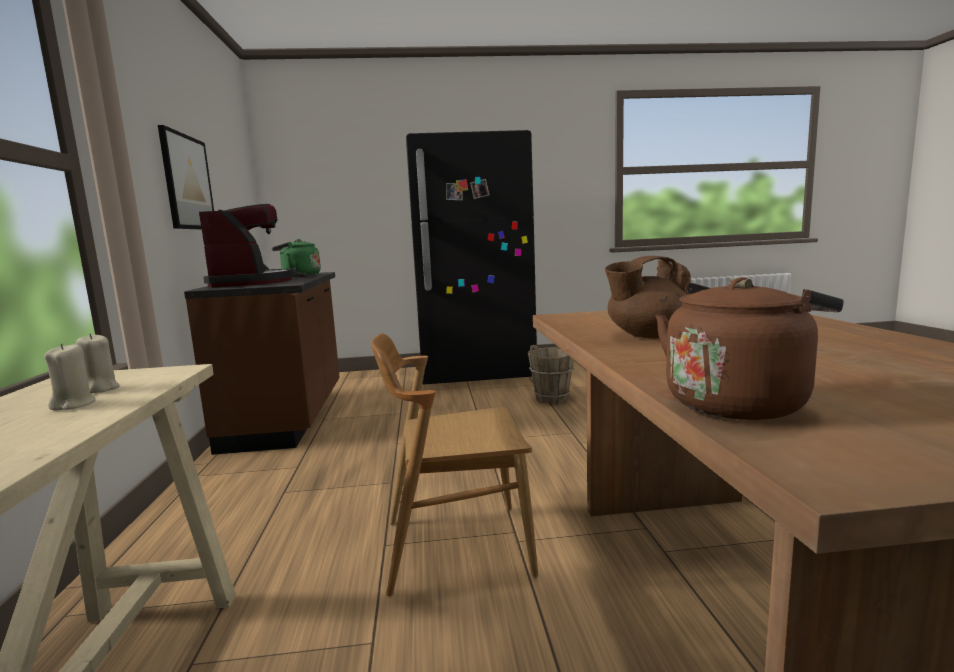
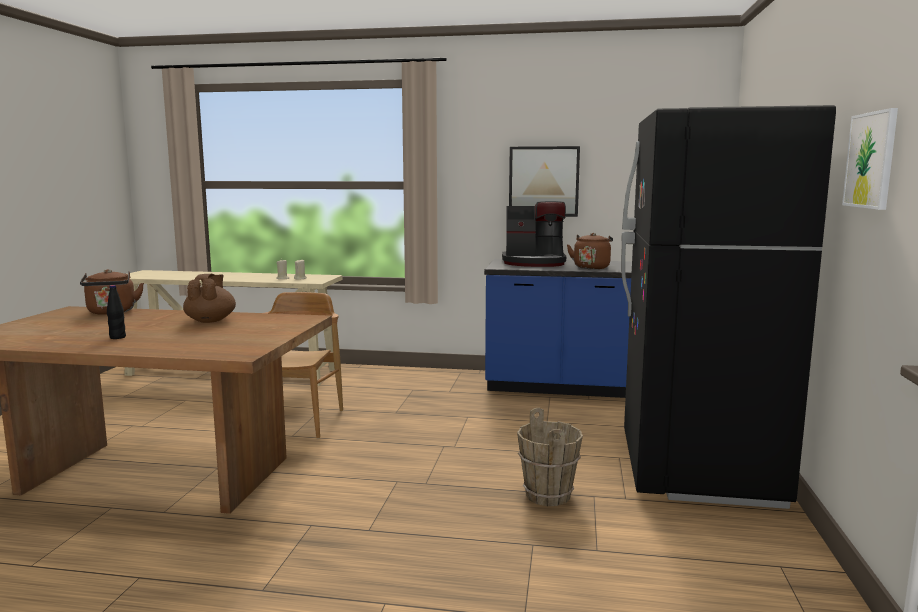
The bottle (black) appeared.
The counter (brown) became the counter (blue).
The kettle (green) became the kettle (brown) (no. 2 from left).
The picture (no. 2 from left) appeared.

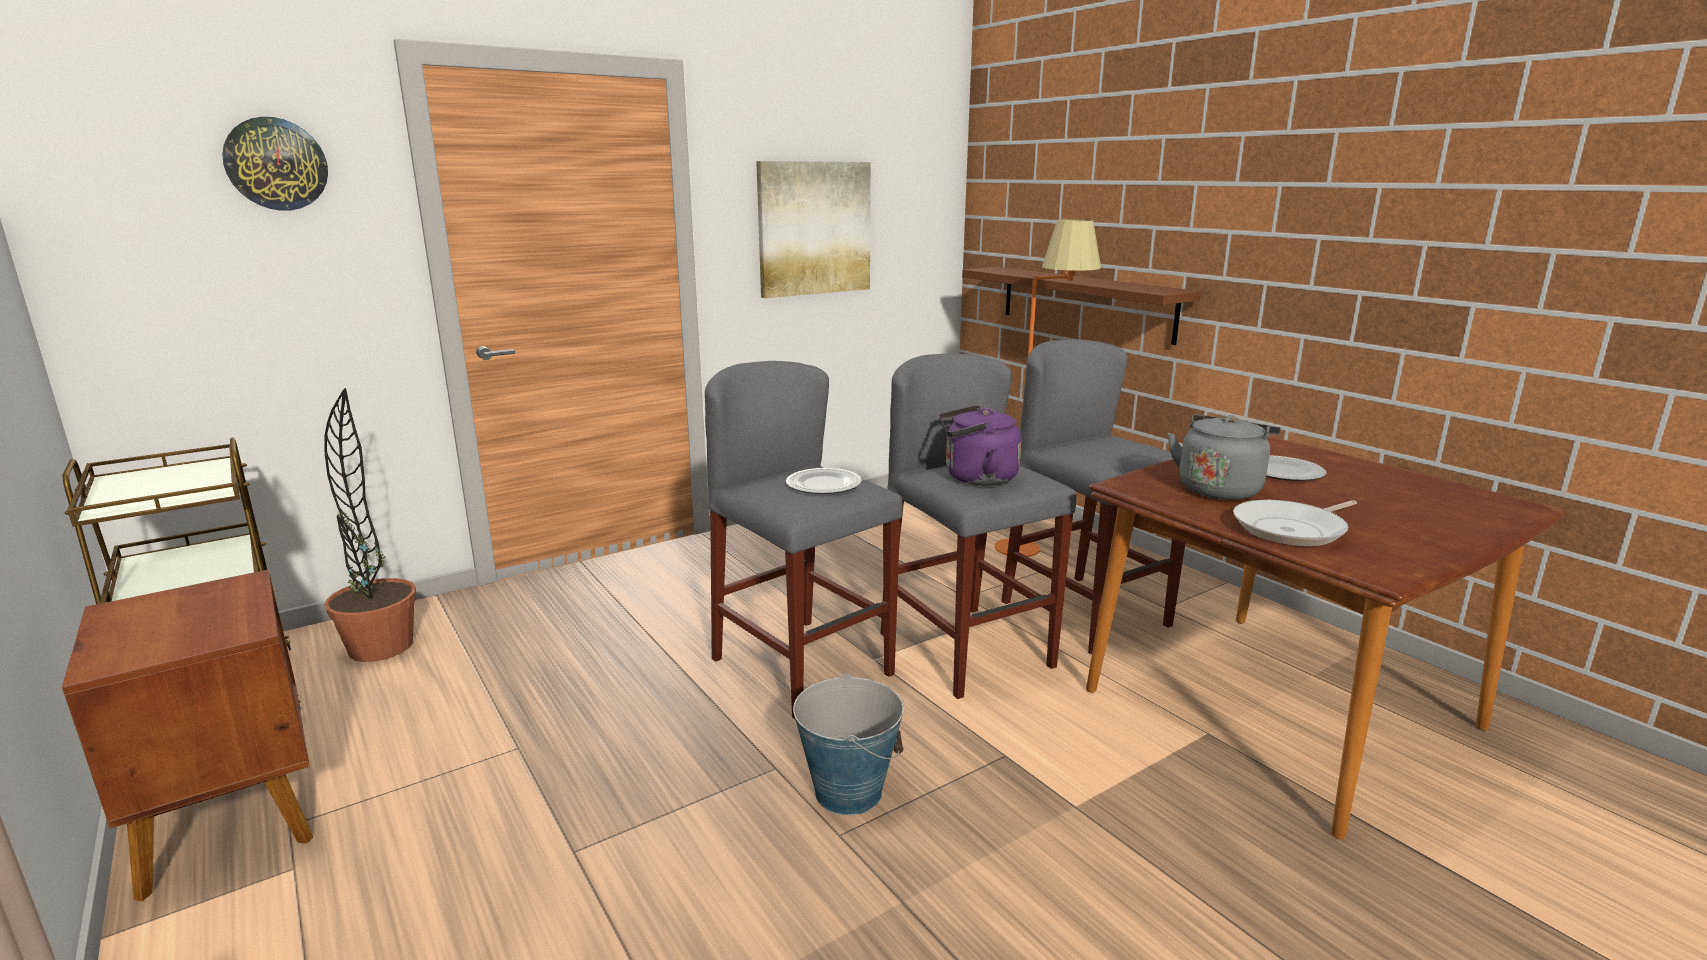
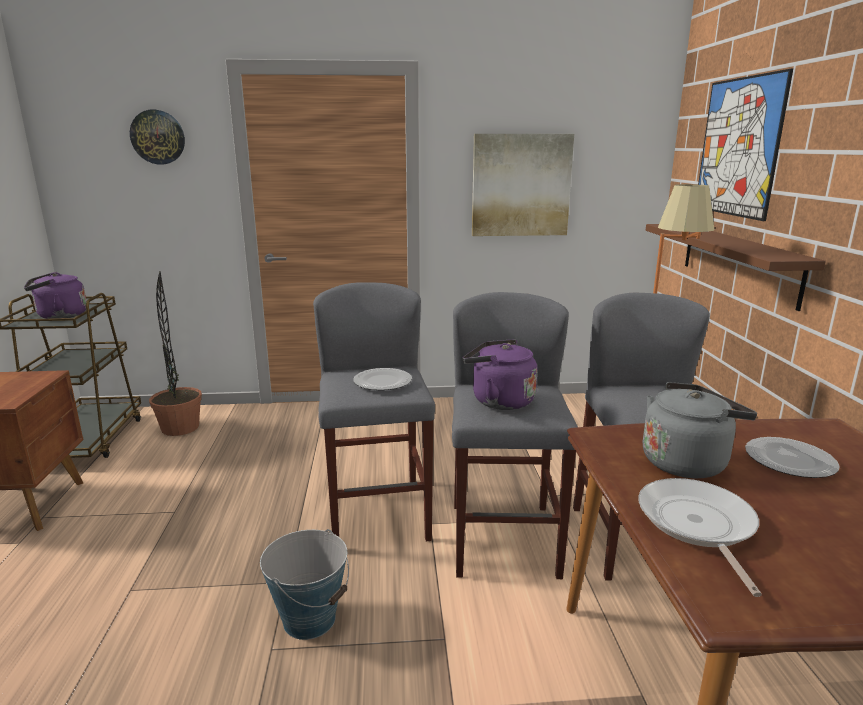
The kettle (purple) (no. 1 from left) appeared.
The frying pan turned 90 degrees clockwise.
The picture (no. 2 from left) appeared.

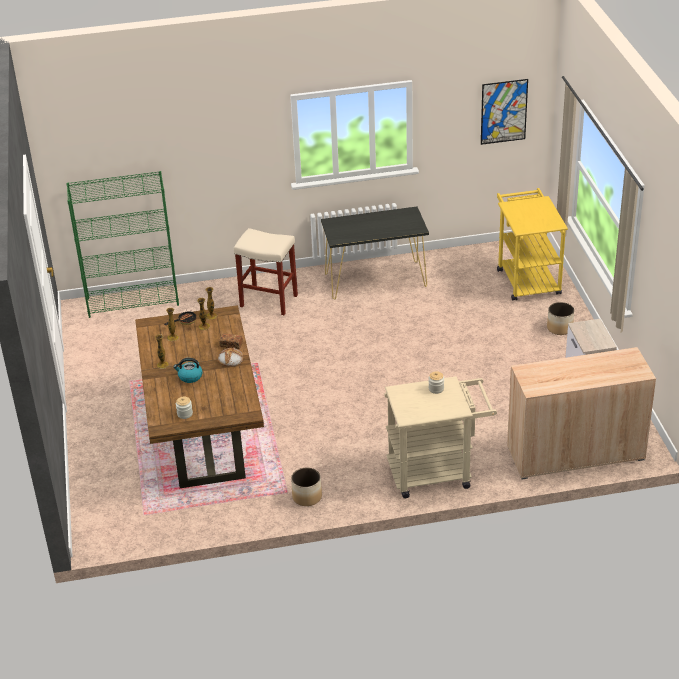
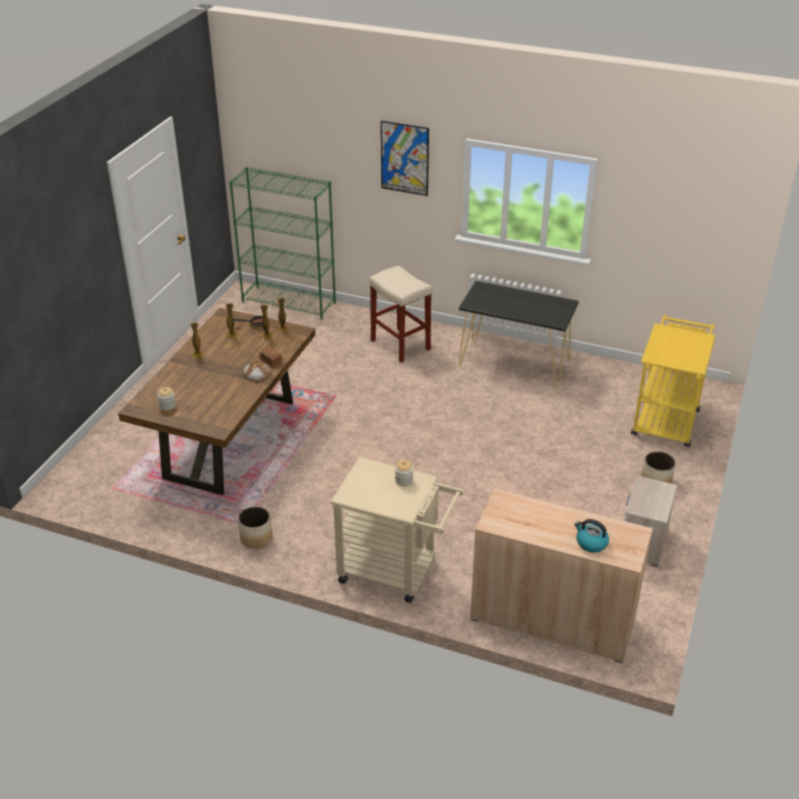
The picture moved.
The kettle moved.

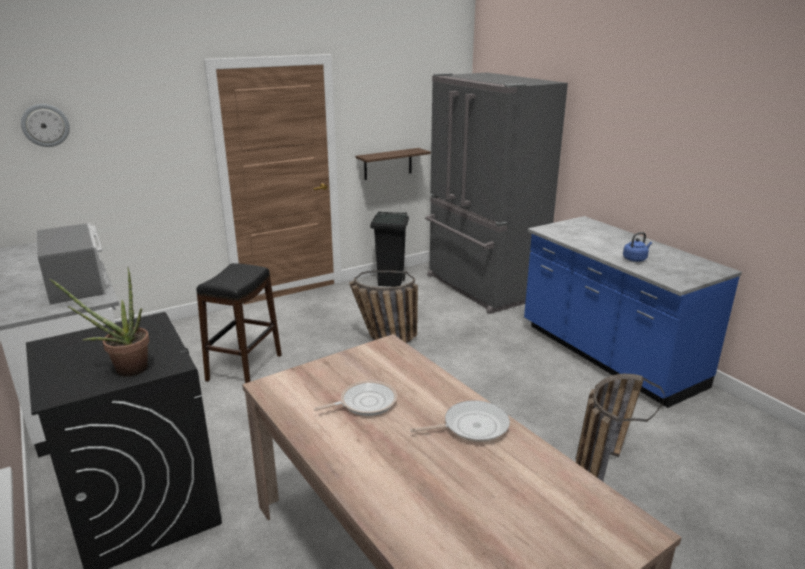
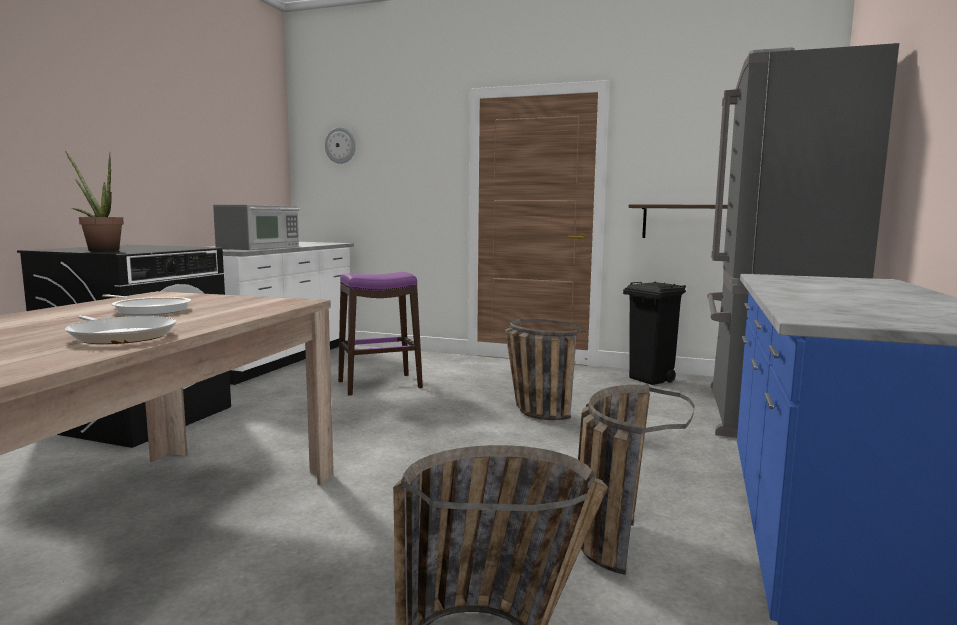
The stool (black) became the stool (purple).
The basket (no. 3 from left) appeared.
The kettle (blue) disappeared.

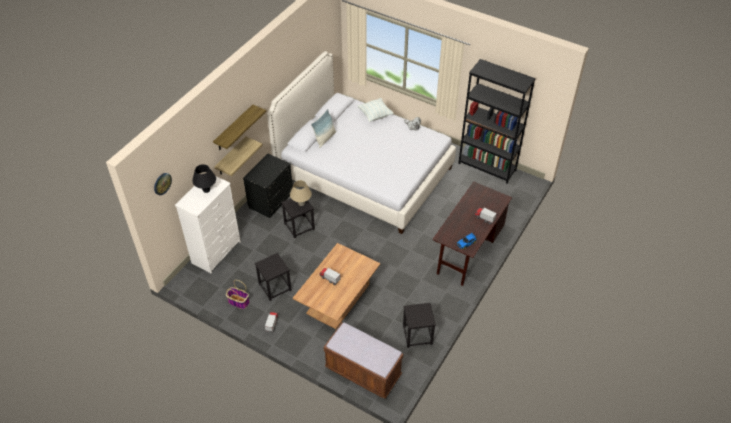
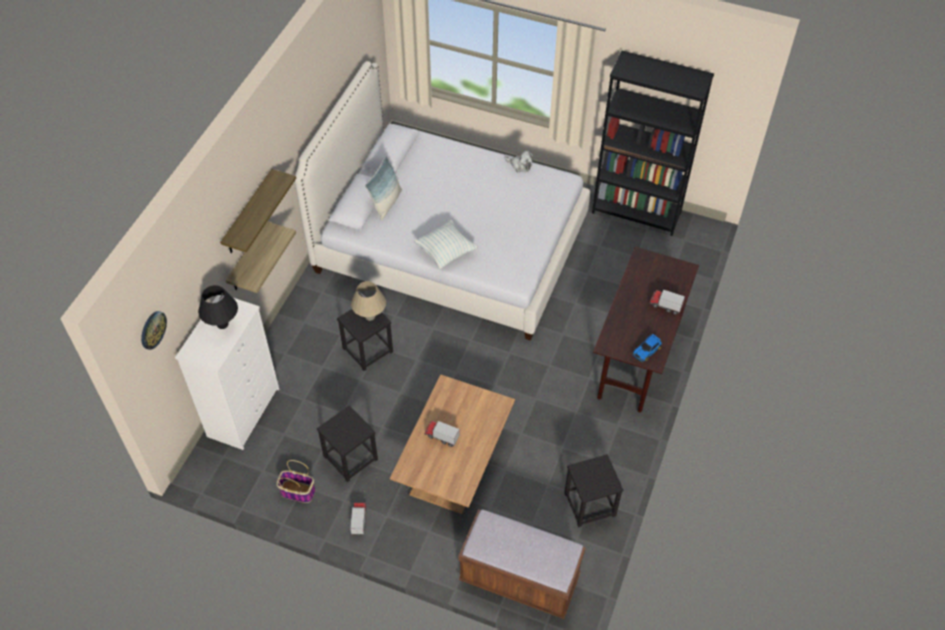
The pillow (no. 2 from left) moved.
The nightstand (black) disappeared.

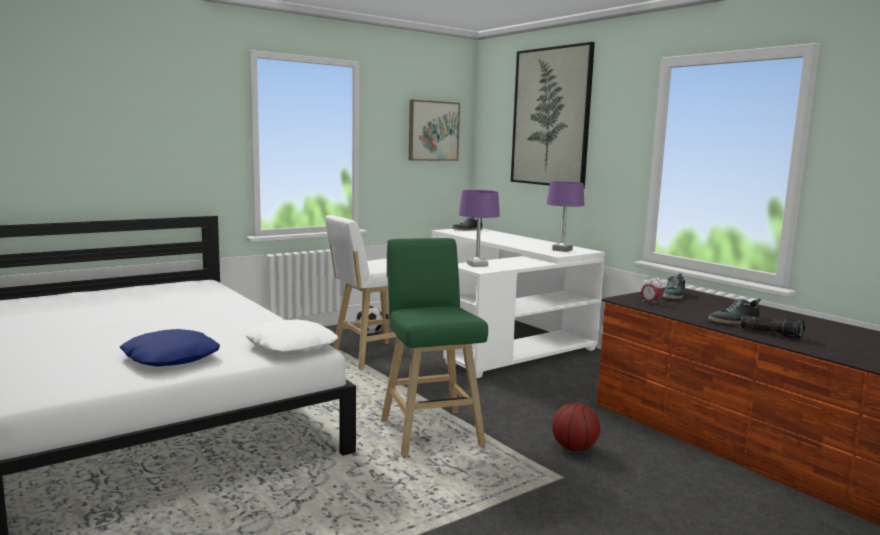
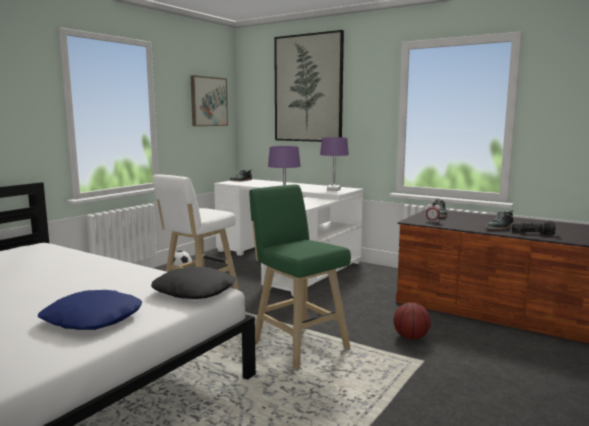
The pillow (white) became the pillow (black).

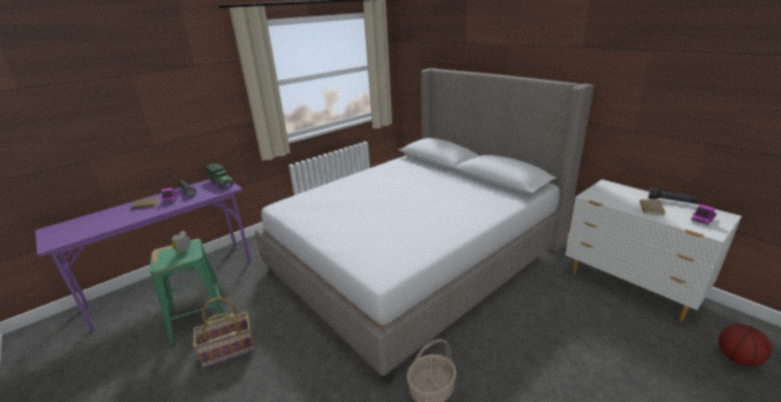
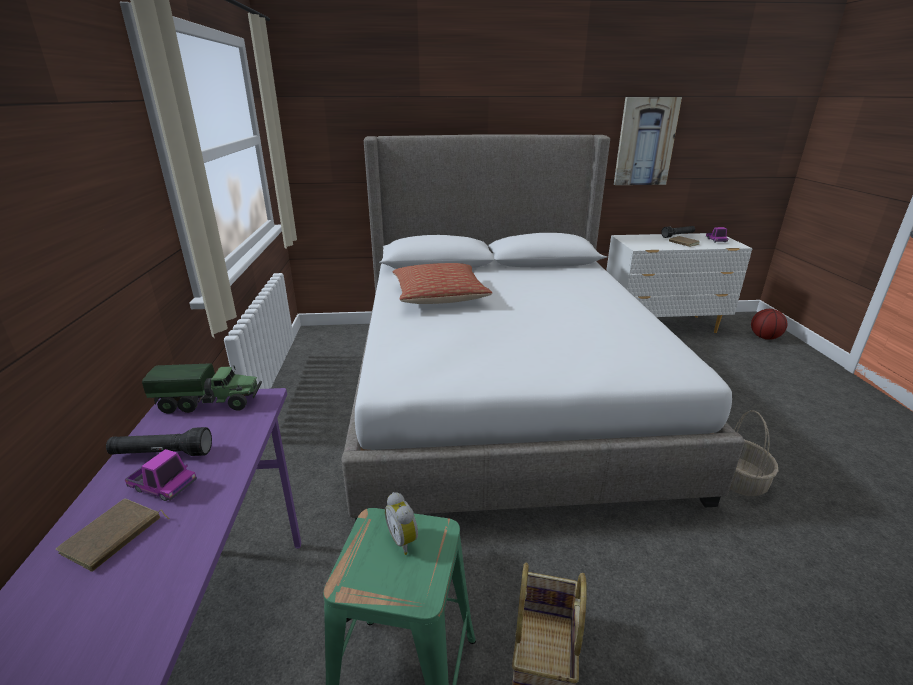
The pillow appeared.
The picture appeared.

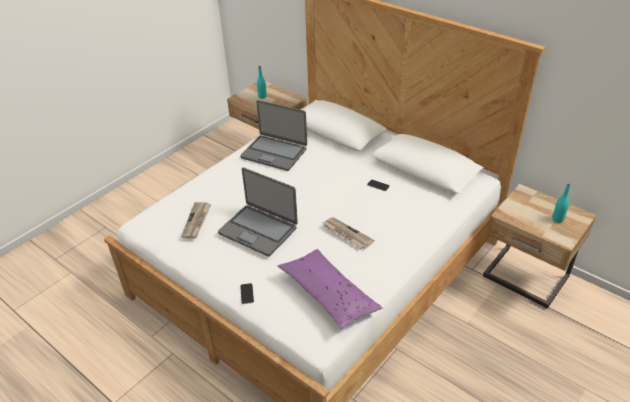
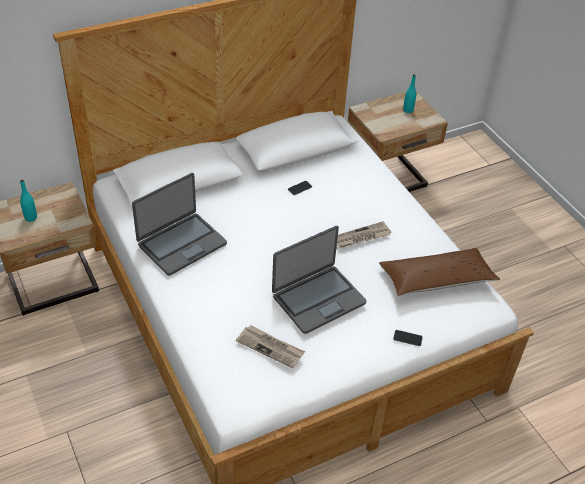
The pillow (purple) became the pillow (brown).

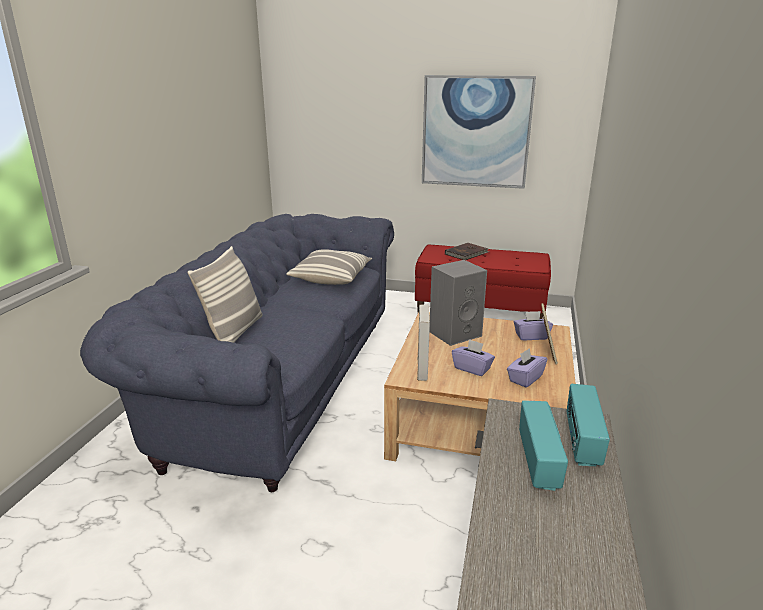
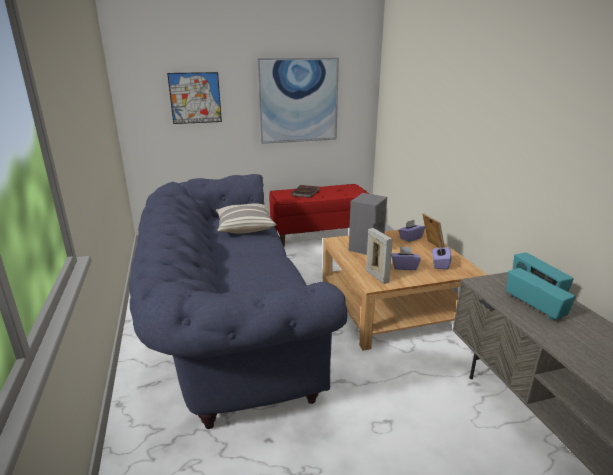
The picture (no. 1 from left) appeared.
The pillow (no. 1 from left) disappeared.

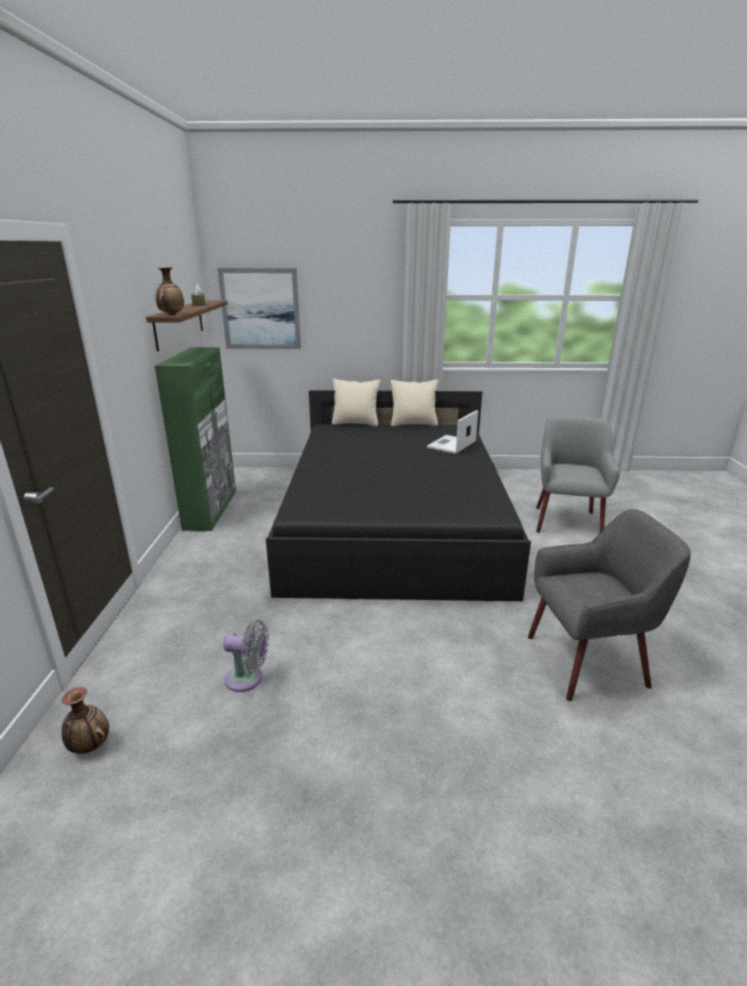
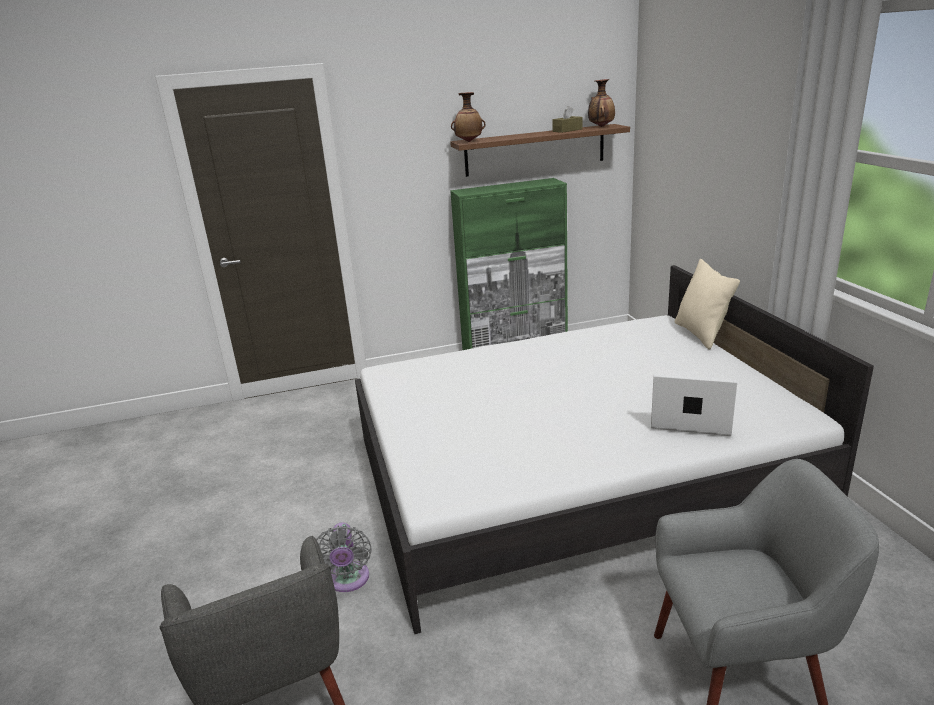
The fan (grey) moved.
The bed (black) became the bed (white).
The vase (no. 1 from left in the first image) moved.
The picture disappeared.
The pillow (beige) (no. 2 from left) disappeared.

